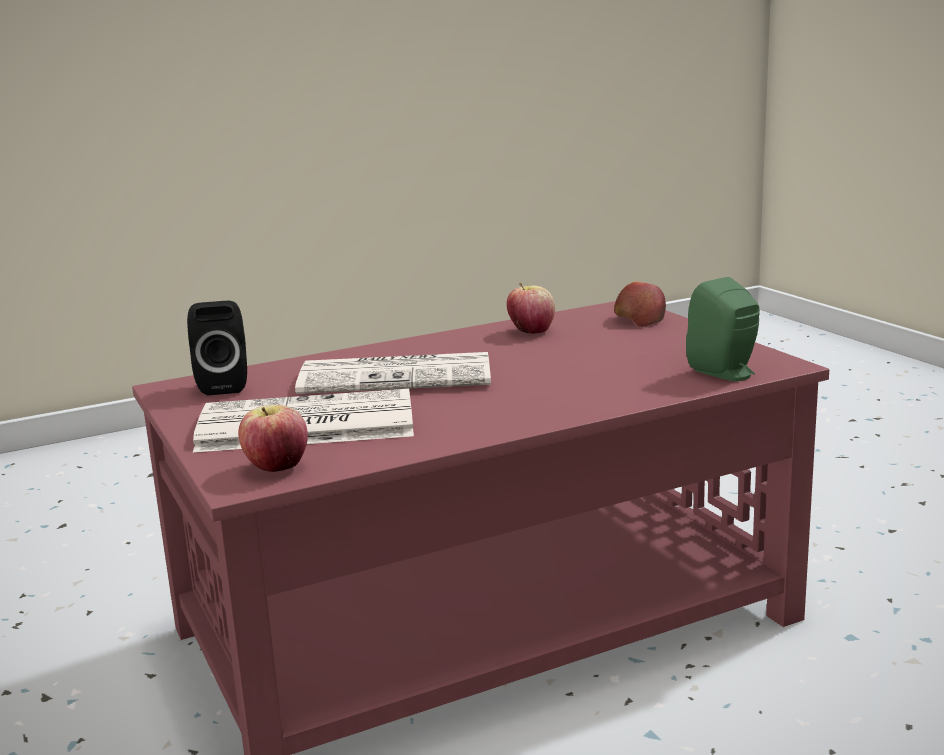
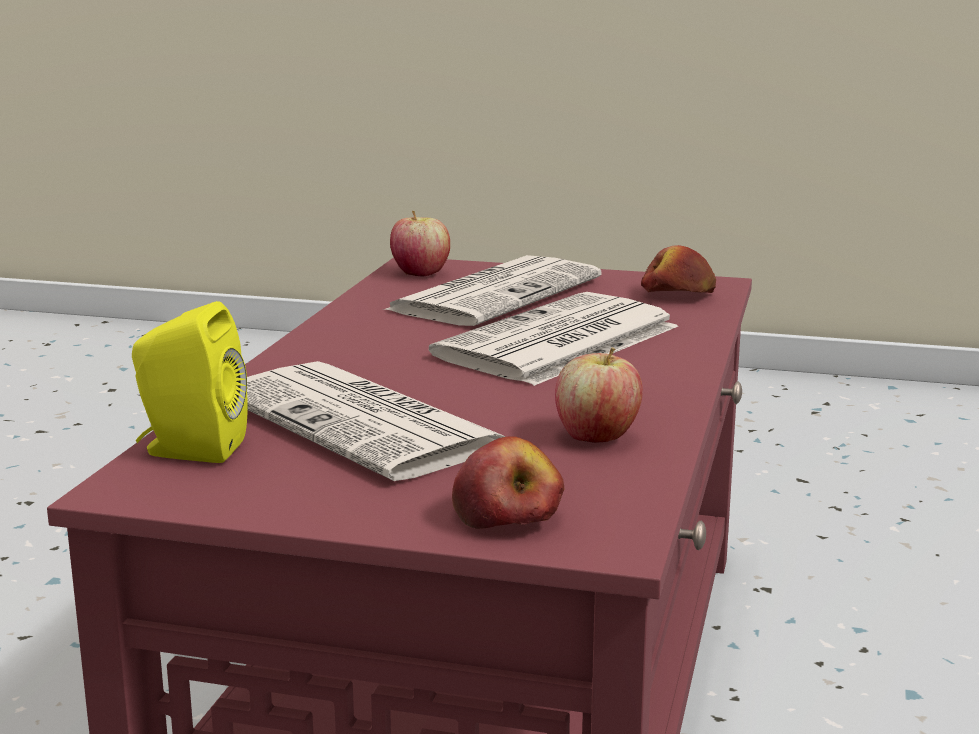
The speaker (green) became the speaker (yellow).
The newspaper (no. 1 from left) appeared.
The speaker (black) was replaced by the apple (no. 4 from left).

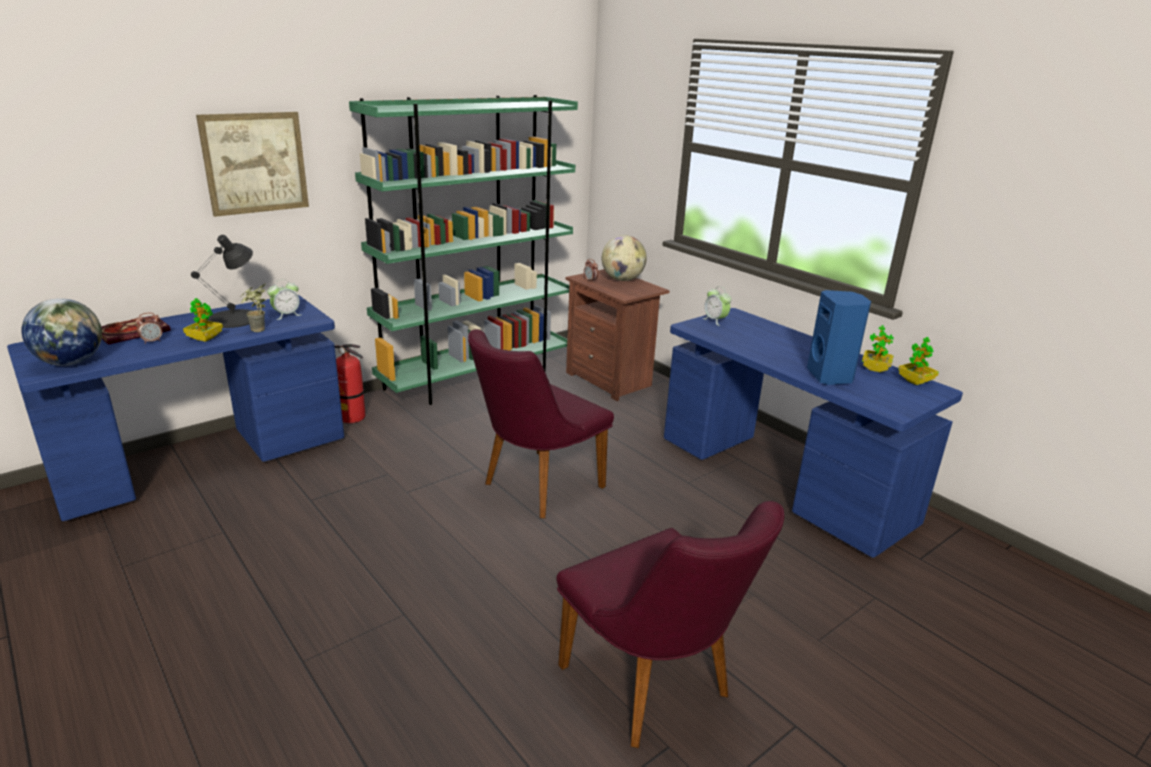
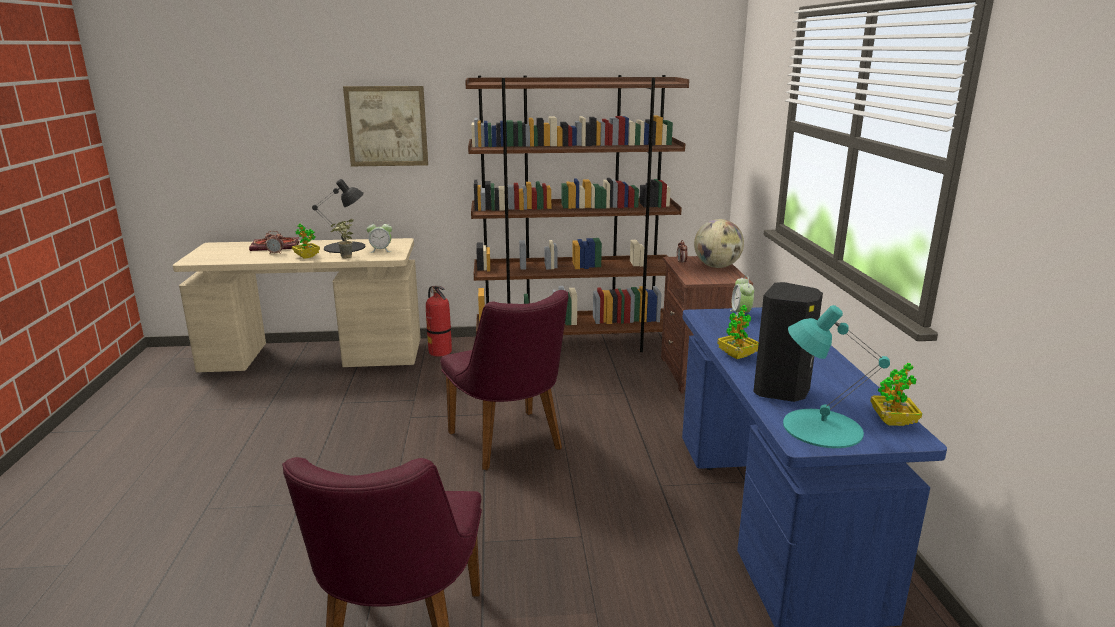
The desk (blue) (no. 1 from left) became the desk (beige).
The chair (purple) (no. 1 from left in the first image) turned 105 degrees counterclockwise.
The bookcase (green) became the bookcase (brown).
The potted plant (no. 3 from left) moved.
The speaker (blue) became the speaker (black).
The table lamp (turquoise) appeared.
The globe (no. 1 from left) disappeared.

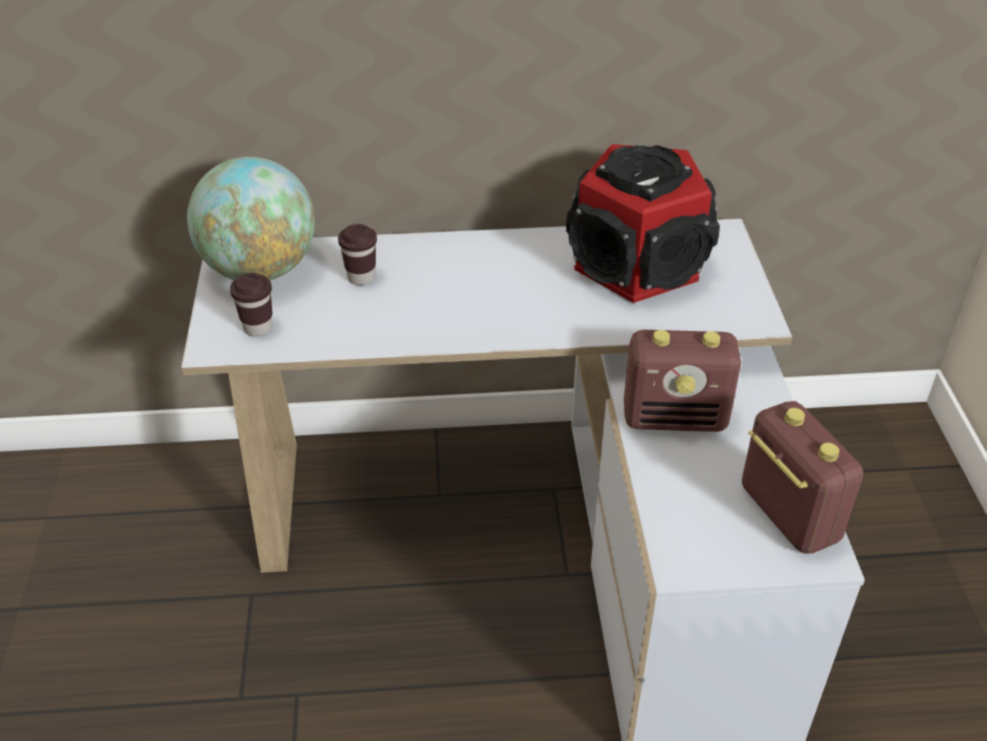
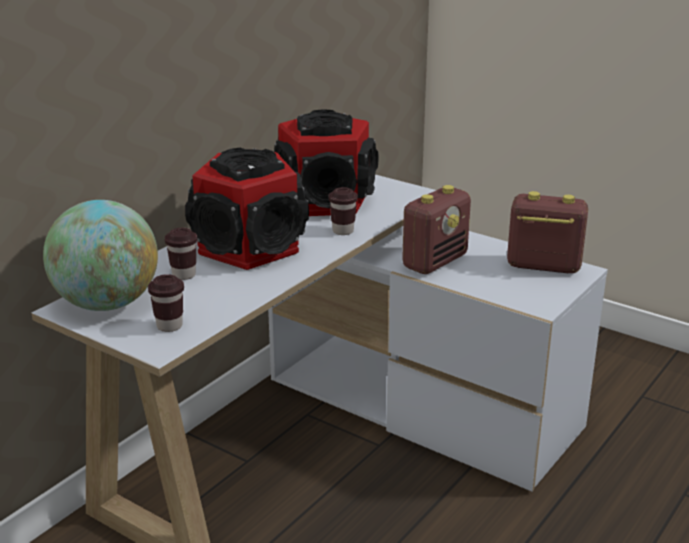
The speaker (no. 1 from left) appeared.
The cup (brown) (no. 3 from left) appeared.

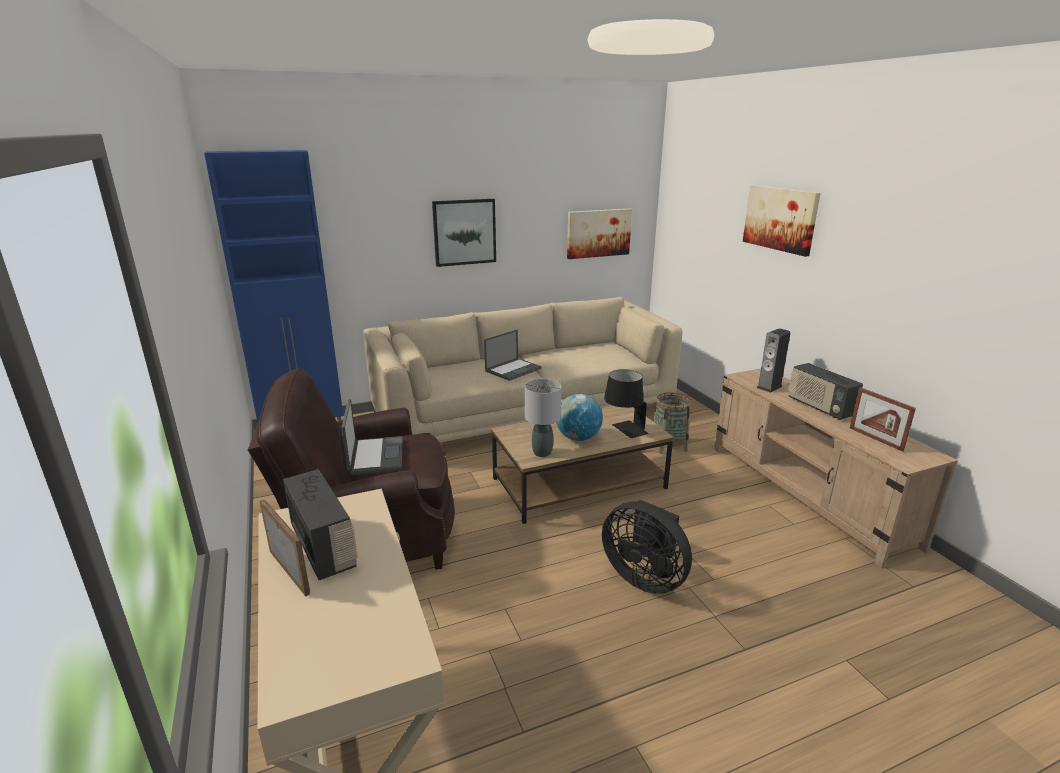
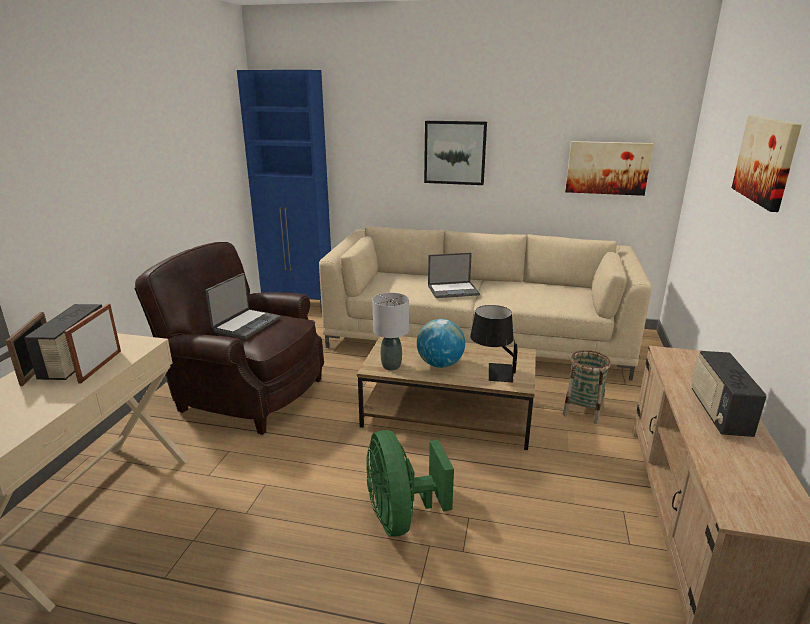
The picture frame (no. 2 from left) moved.
The fan (black) became the fan (green).
The speaker disappeared.

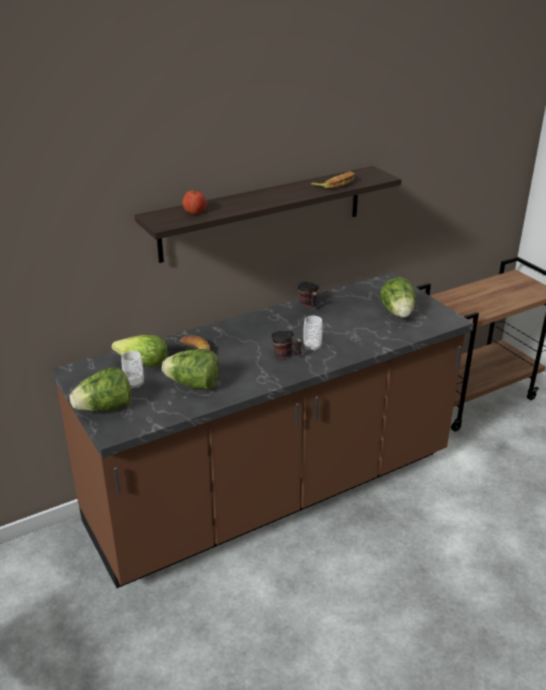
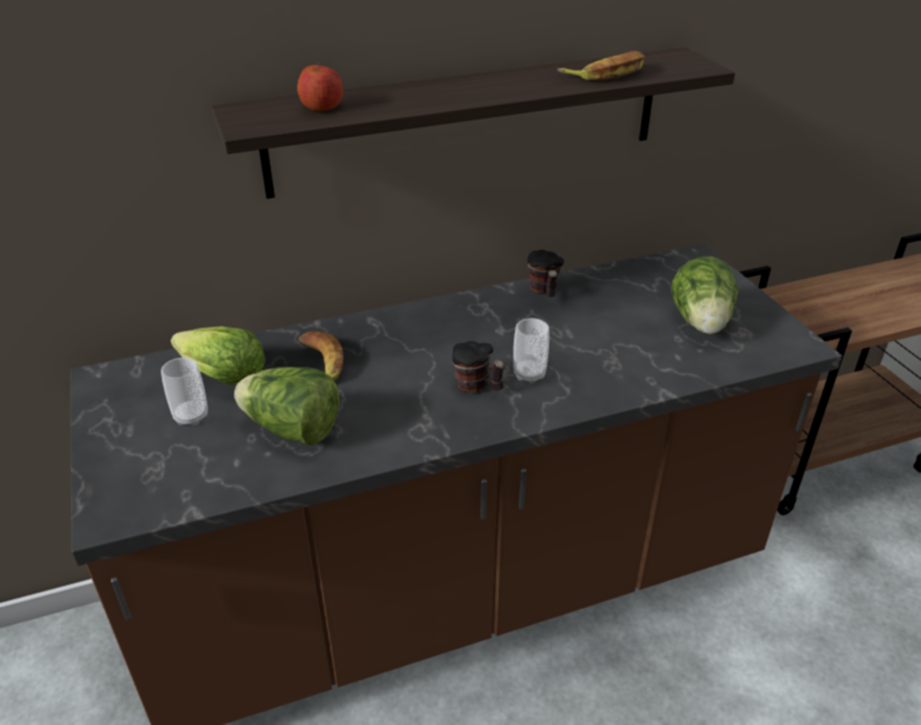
The lettuce (no. 1 from left) disappeared.

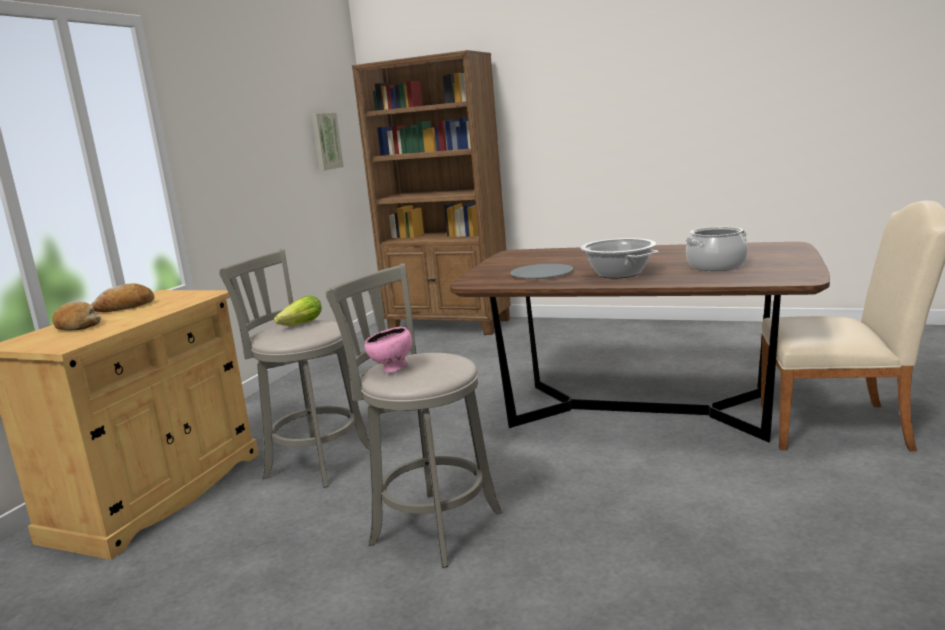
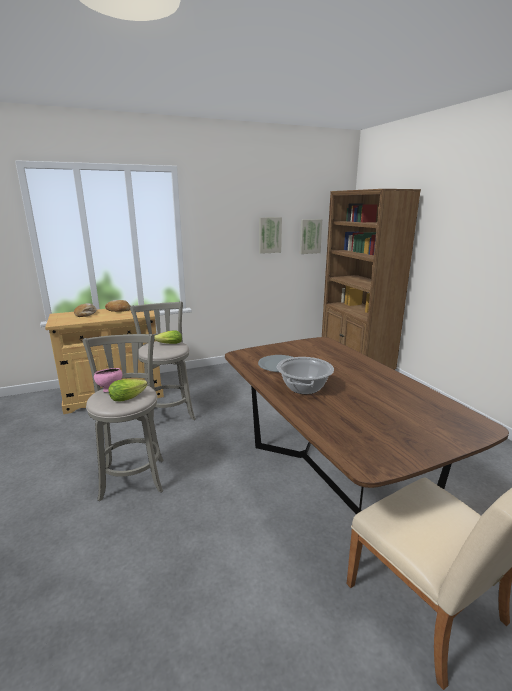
The lettuce (no. 1 from left) appeared.
The picture (no. 1 from left) appeared.
The cooking pot (no. 2 from left) disappeared.

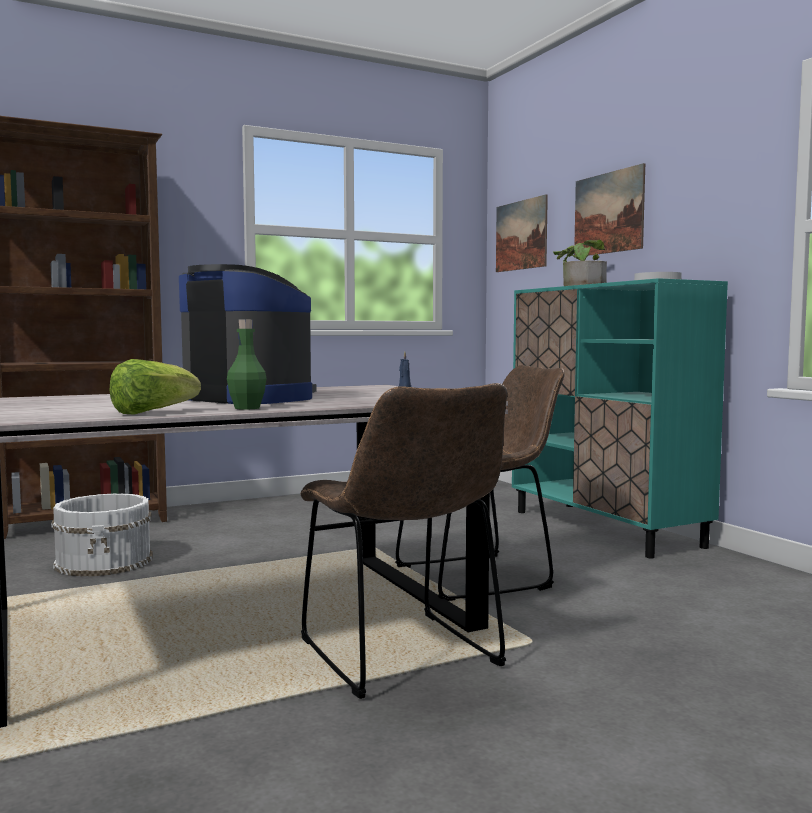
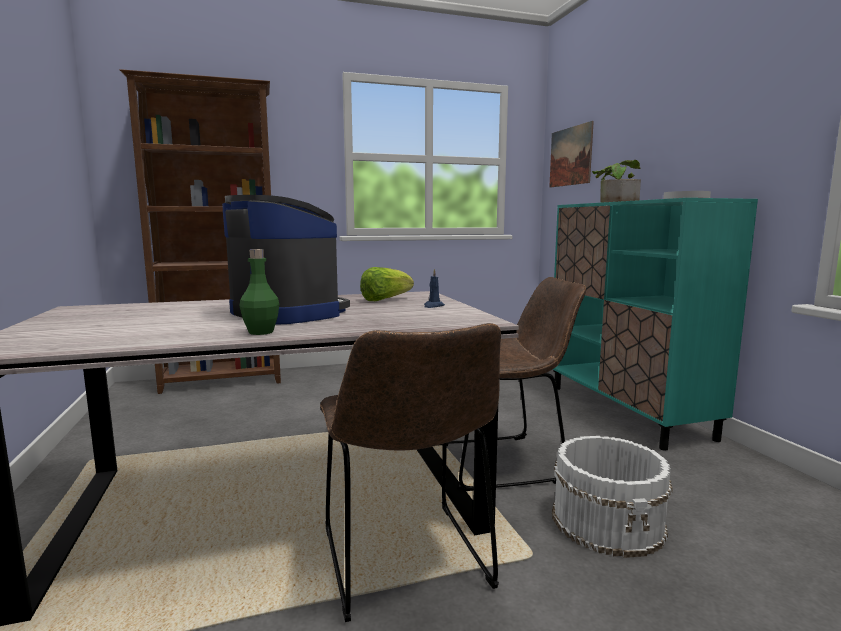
The lettuce moved.
The bucket (white) moved.
The picture (no. 2 from left) disappeared.

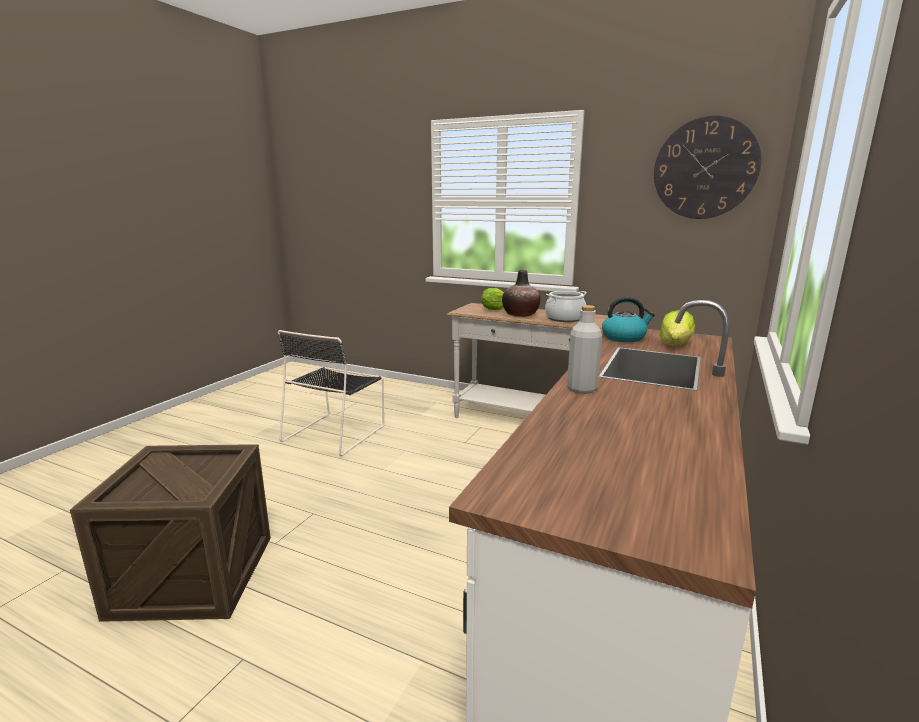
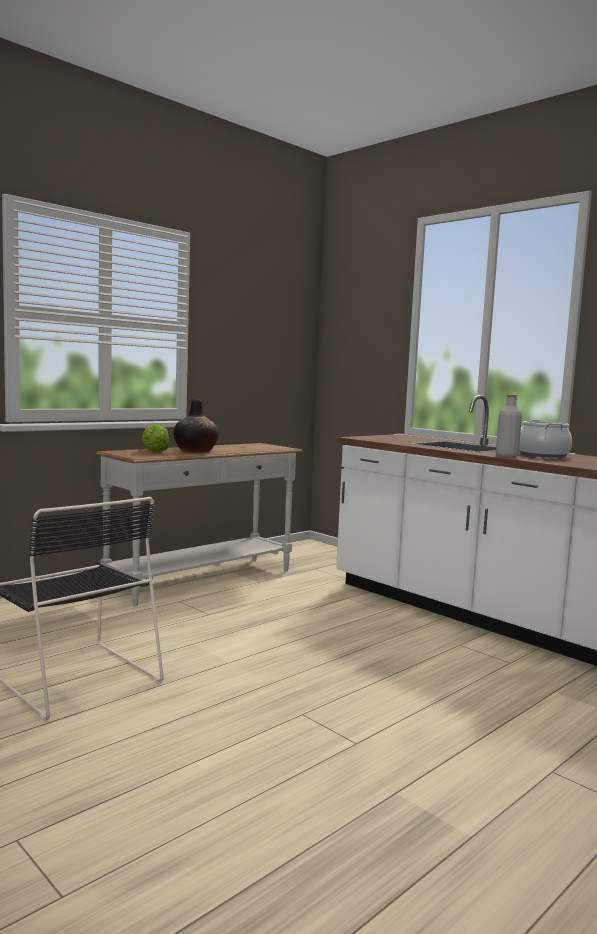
The cooking pot moved.
The crate disappeared.
The kettle disappeared.
The wall clock disappeared.
The lettuce (no. 2 from left) disappeared.

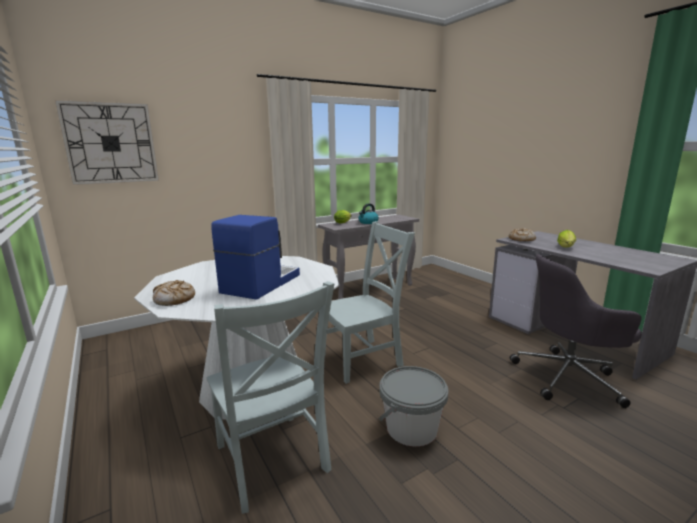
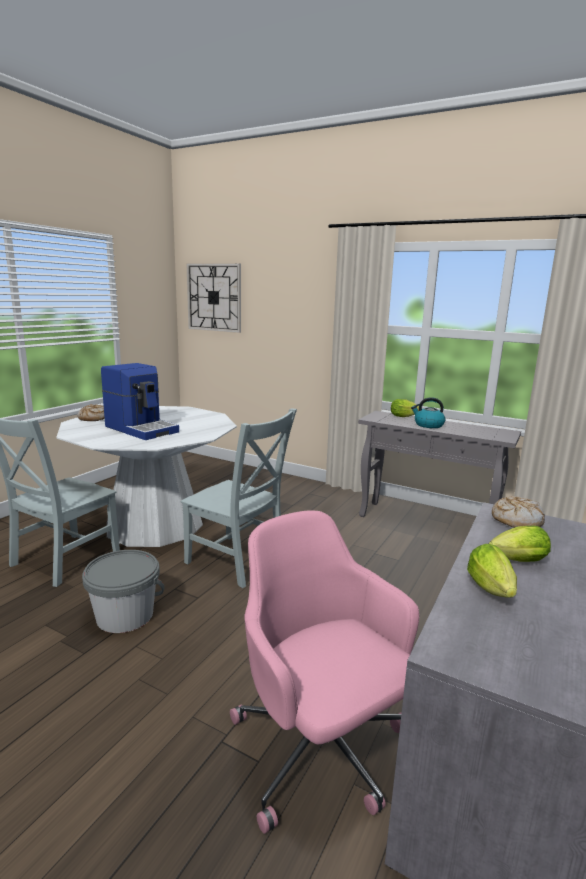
The coffee machine turned 45 degrees clockwise.
The office chair (grey) became the office chair (pink).
The lettuce (no. 2 from left) appeared.

